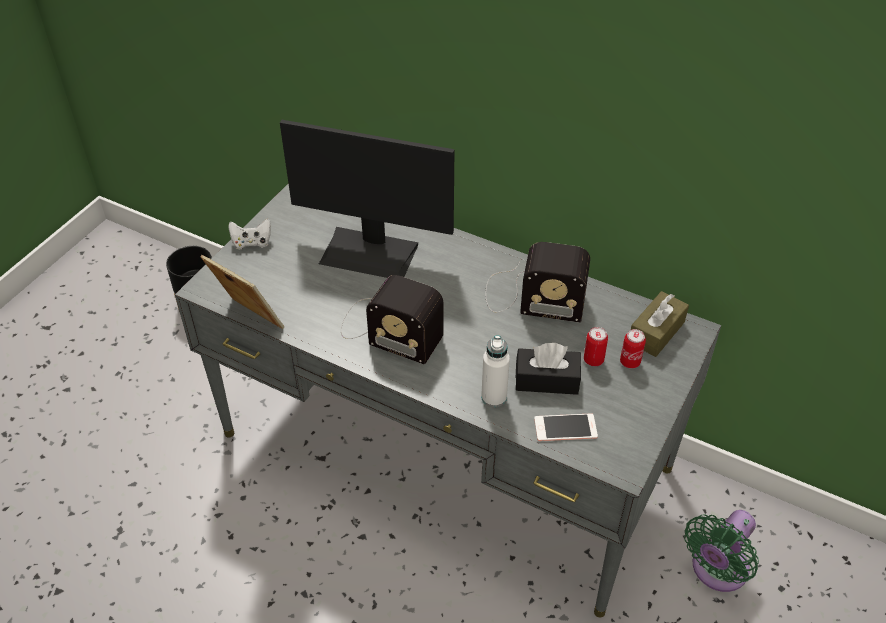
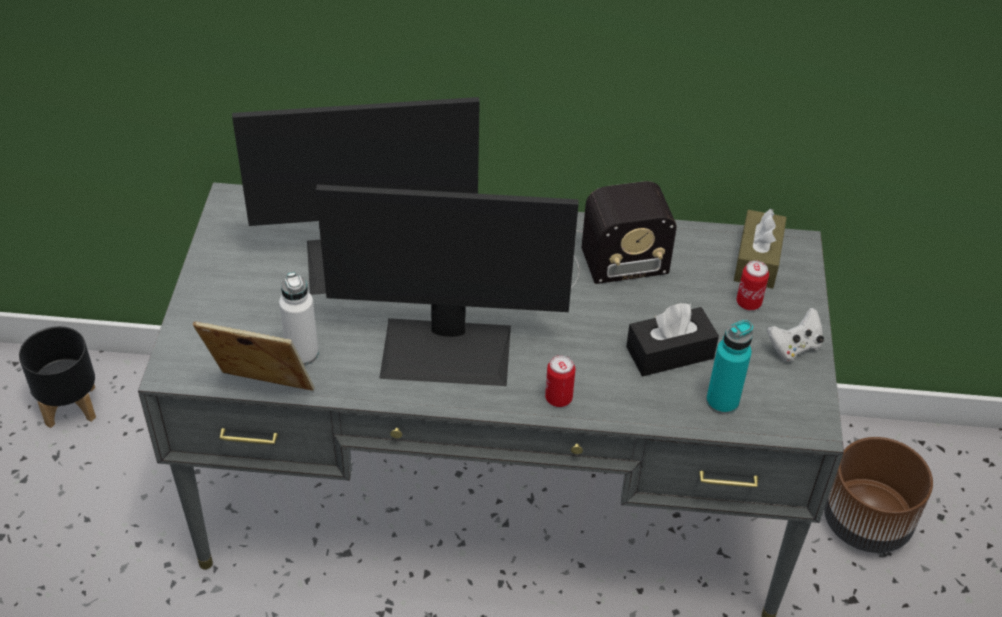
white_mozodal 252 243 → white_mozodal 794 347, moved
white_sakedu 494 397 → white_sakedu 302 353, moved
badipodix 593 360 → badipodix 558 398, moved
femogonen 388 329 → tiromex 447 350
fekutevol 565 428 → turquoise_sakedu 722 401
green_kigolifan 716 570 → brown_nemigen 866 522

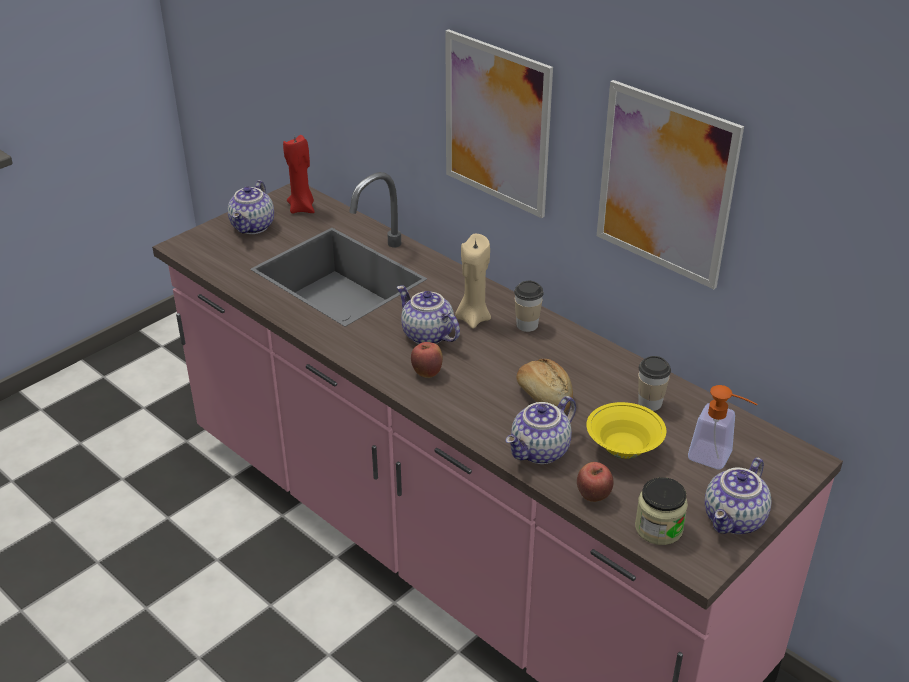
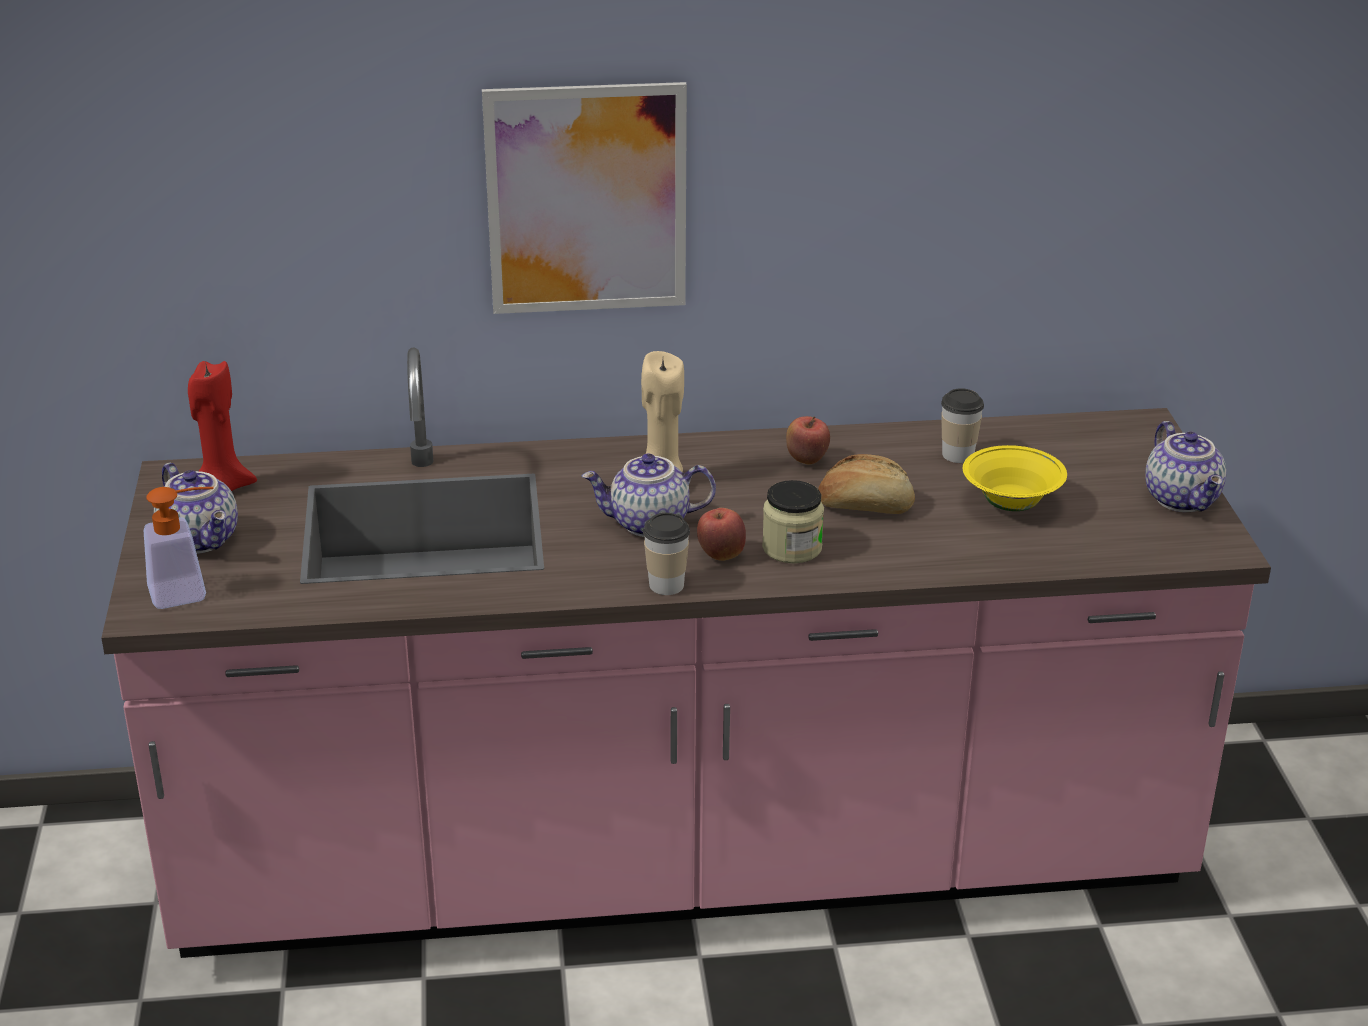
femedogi 540 452 → -
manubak 665 184 → -
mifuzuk 527 325 → mifuzuk 666 585, moved
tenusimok 593 496 → tenusimok 806 460, moved
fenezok 658 528 → fenezok 792 548, moved
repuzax 717 458 → repuzax 189 591, moved

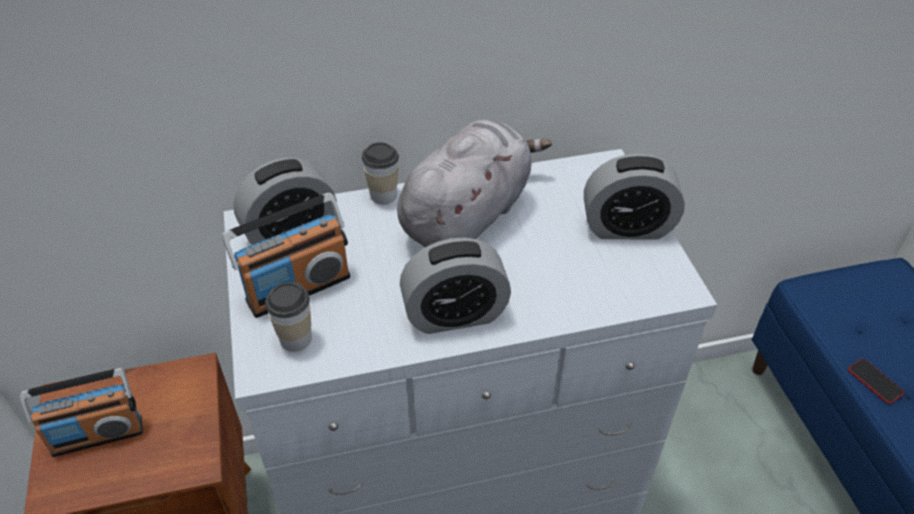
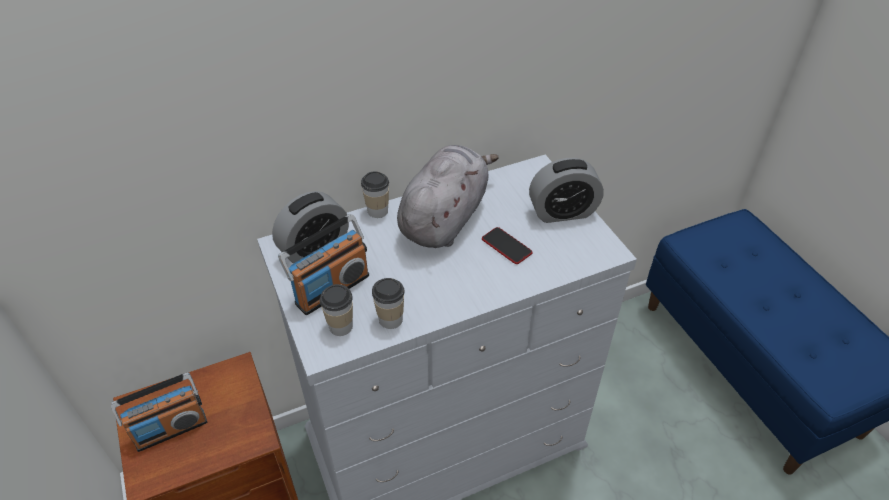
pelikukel 455 315 → -
- → mifuzuk 390 319
fekutevol 875 381 → fekutevol 506 246, moved

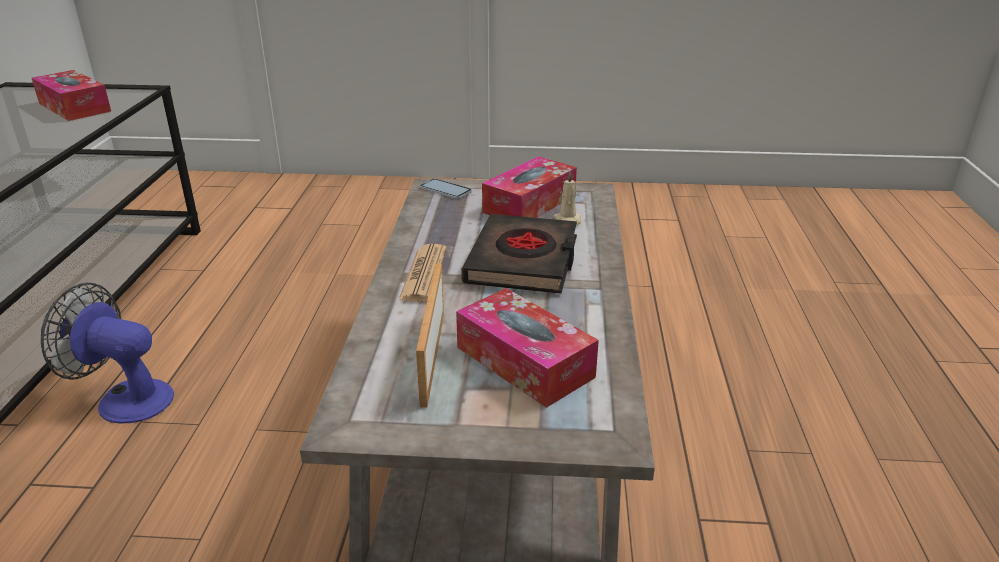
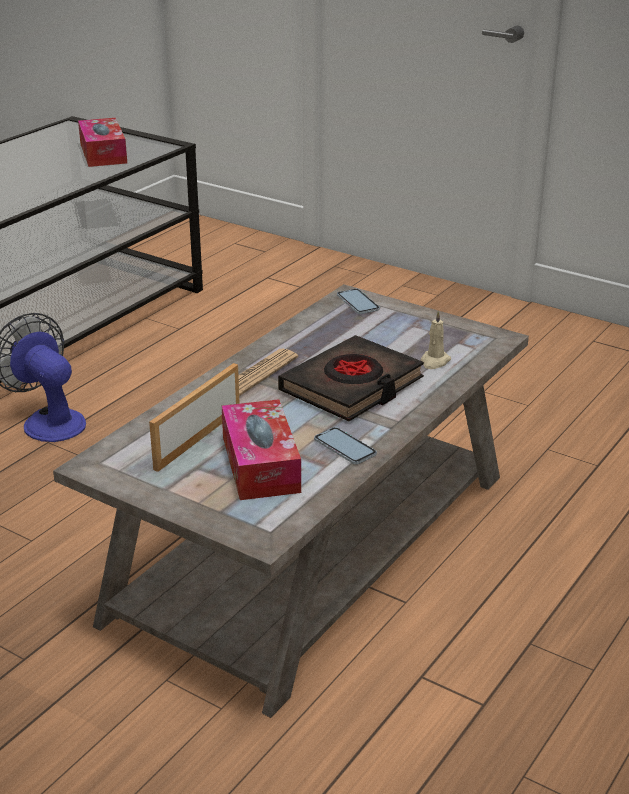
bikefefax 529 204 → -
- → fekutevol 345 447

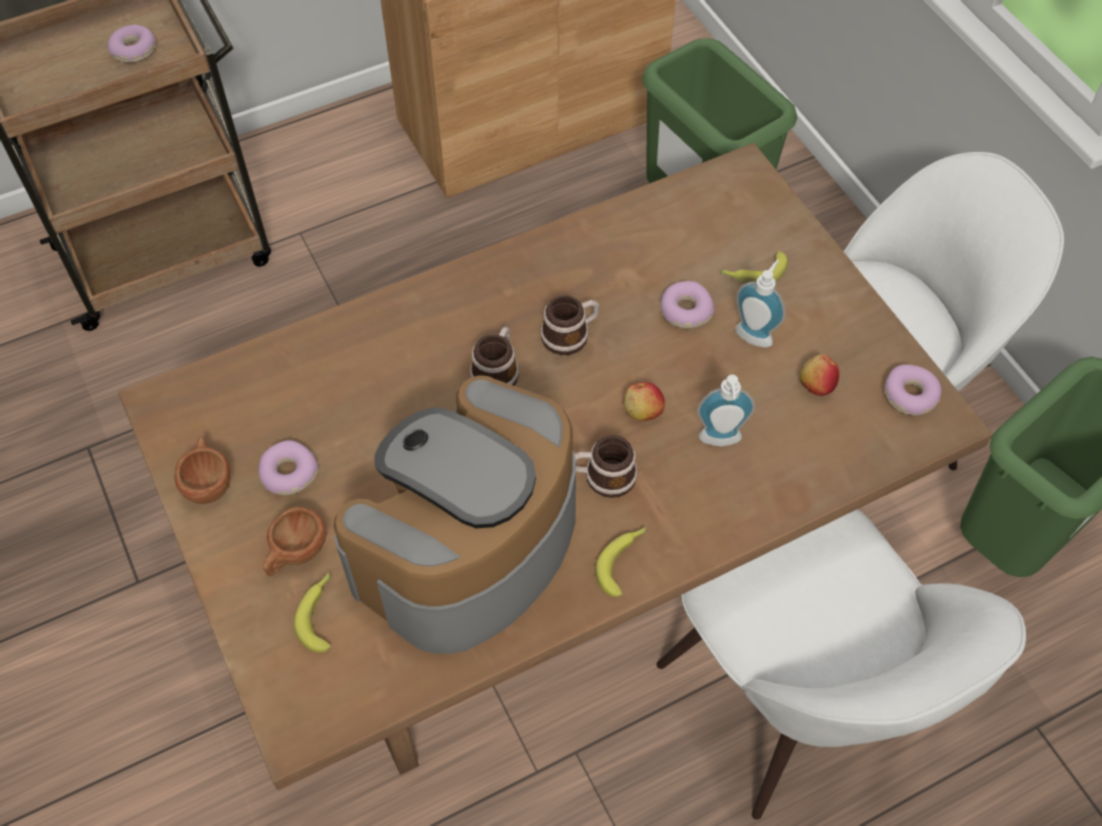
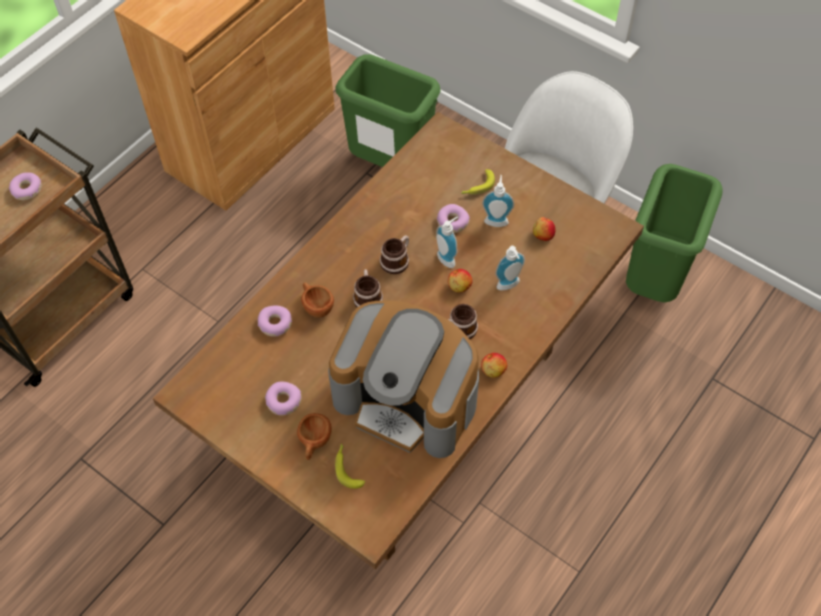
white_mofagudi 797 700 → -
- → repuzax 448 258
brown_mifuzuk 208 481 → brown_mifuzuk 316 306, moved
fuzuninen 910 396 → fuzuninen 275 324, moved
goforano 623 561 → tenusimok 493 370
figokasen 468 549 → figokasen 408 399, 75 degrees counterclockwise

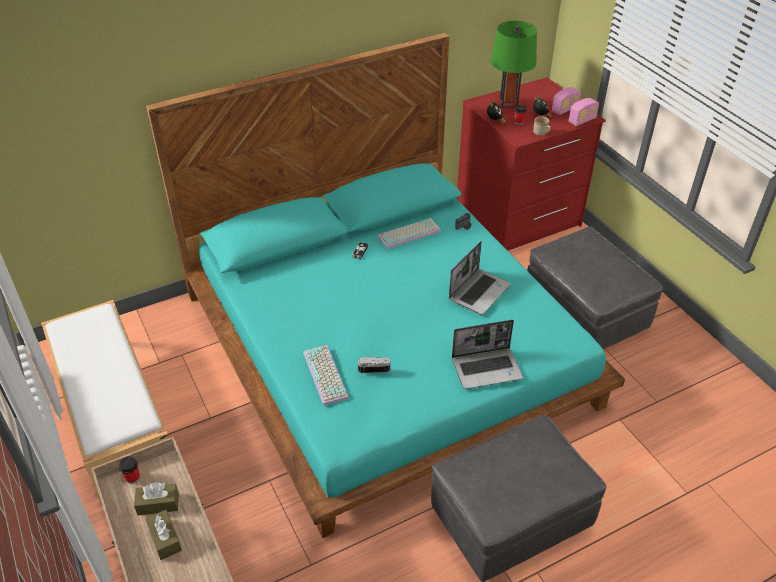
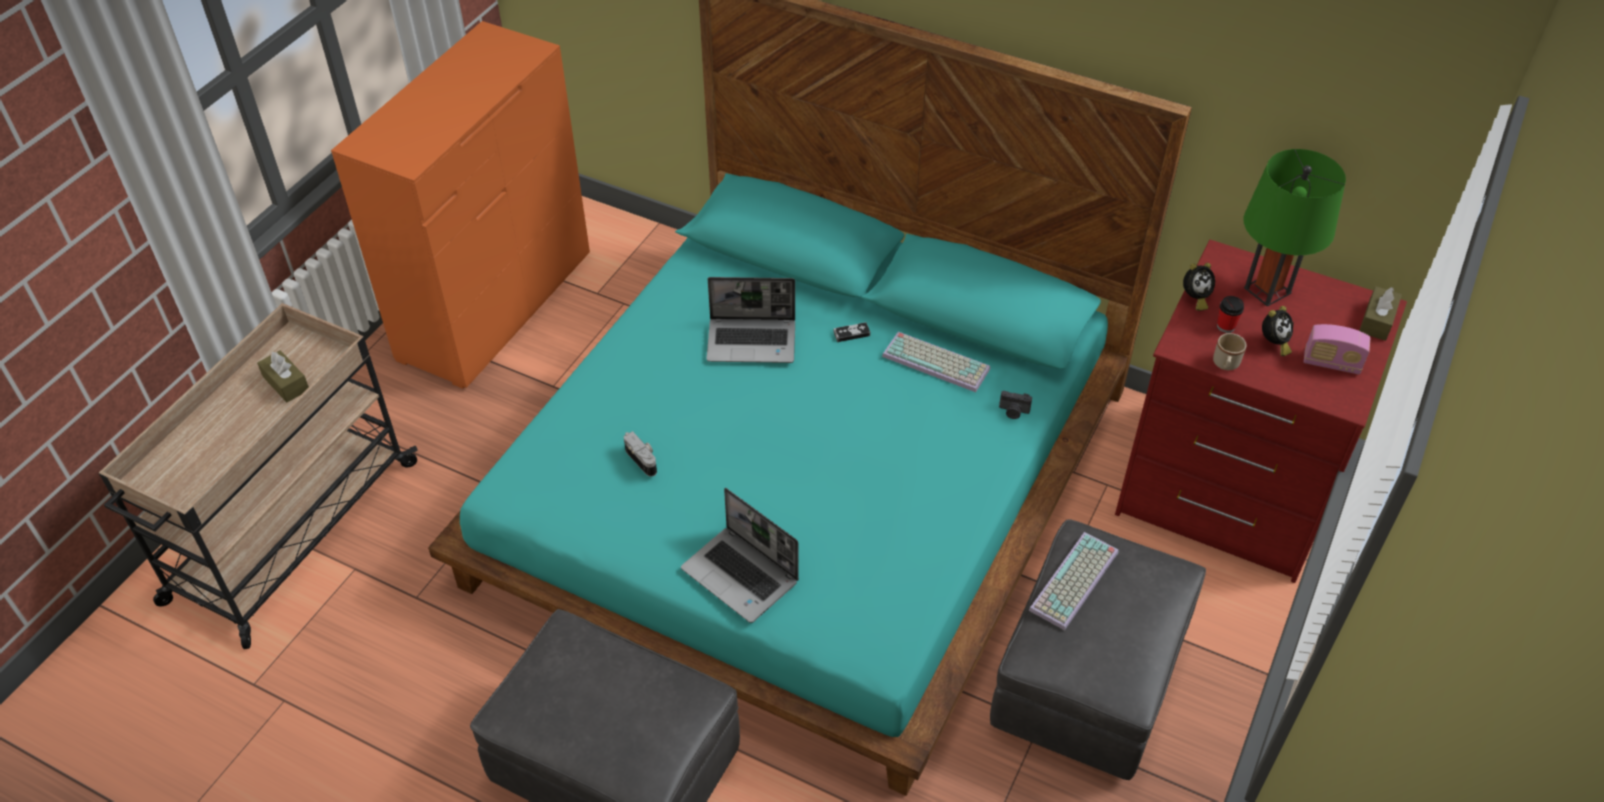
mifuzuk 132 477 → -
femogonen 582 120 → -
brown_bikefefax 165 539 → brown_bikefefax 1377 321, moved
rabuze 327 375 → rabuze 1075 583, moved
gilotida 479 292 → gilotida 752 341, moved
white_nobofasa 113 414 → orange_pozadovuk 495 306

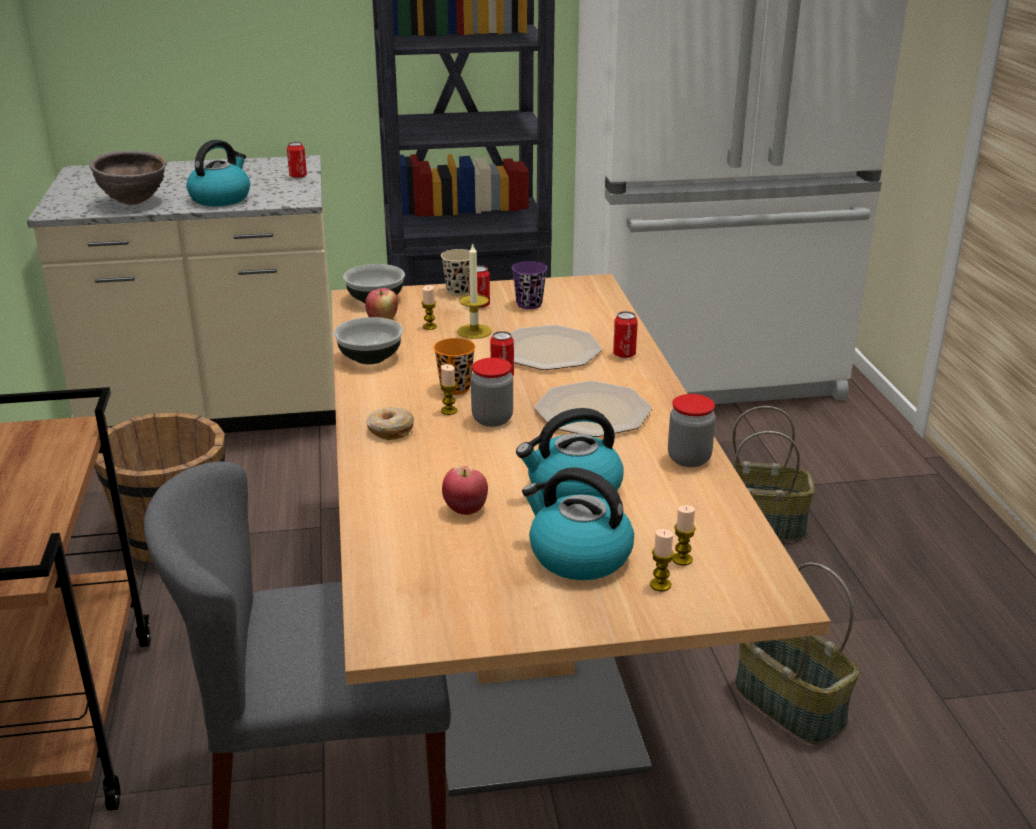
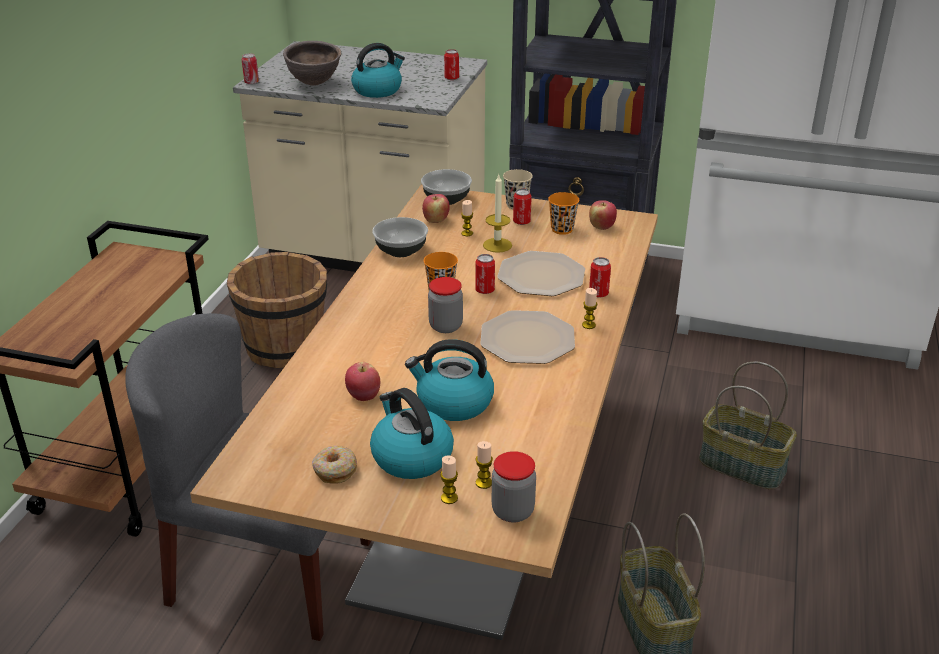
- → badipodix 251 82
- → tenusimok 601 227
fuzuninen 390 430 → fuzuninen 335 470, moved
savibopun 449 411 → savibopun 588 325, moved
fenezok 689 459 → fenezok 512 511, moved
purple_mifuzuk 529 304 → orange_mifuzuk 562 229

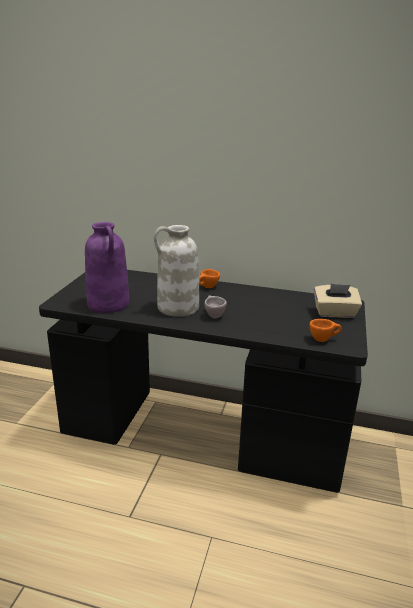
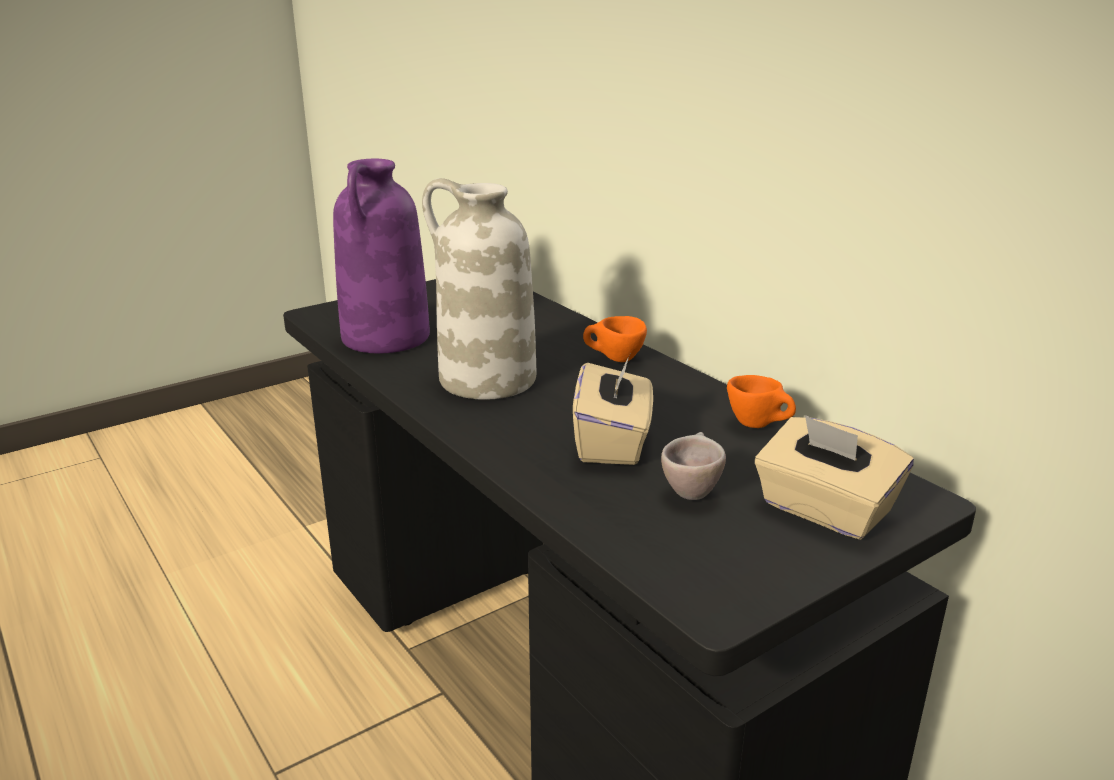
- → beige_bikefefax 613 442
beige_mifuzuk 213 315 → beige_mifuzuk 691 489, moved
orange_mifuzuk 323 339 → orange_mifuzuk 759 425, moved

